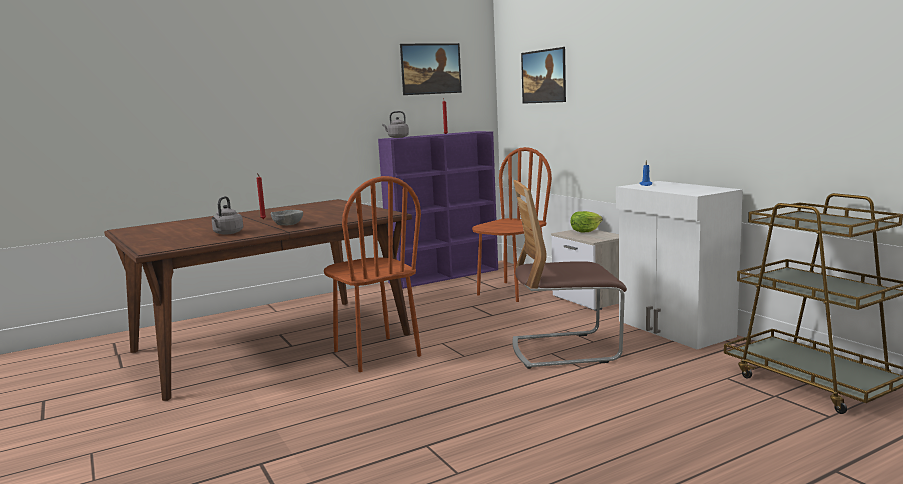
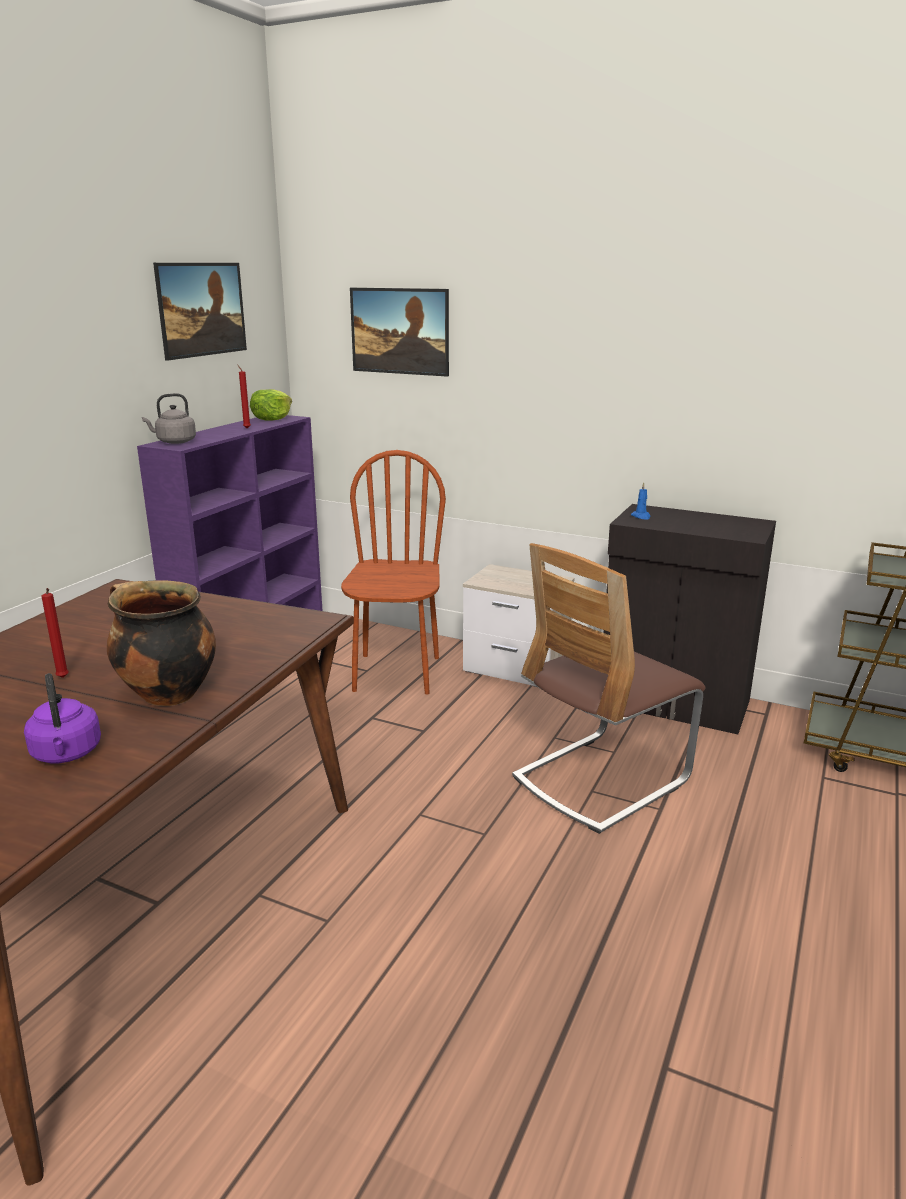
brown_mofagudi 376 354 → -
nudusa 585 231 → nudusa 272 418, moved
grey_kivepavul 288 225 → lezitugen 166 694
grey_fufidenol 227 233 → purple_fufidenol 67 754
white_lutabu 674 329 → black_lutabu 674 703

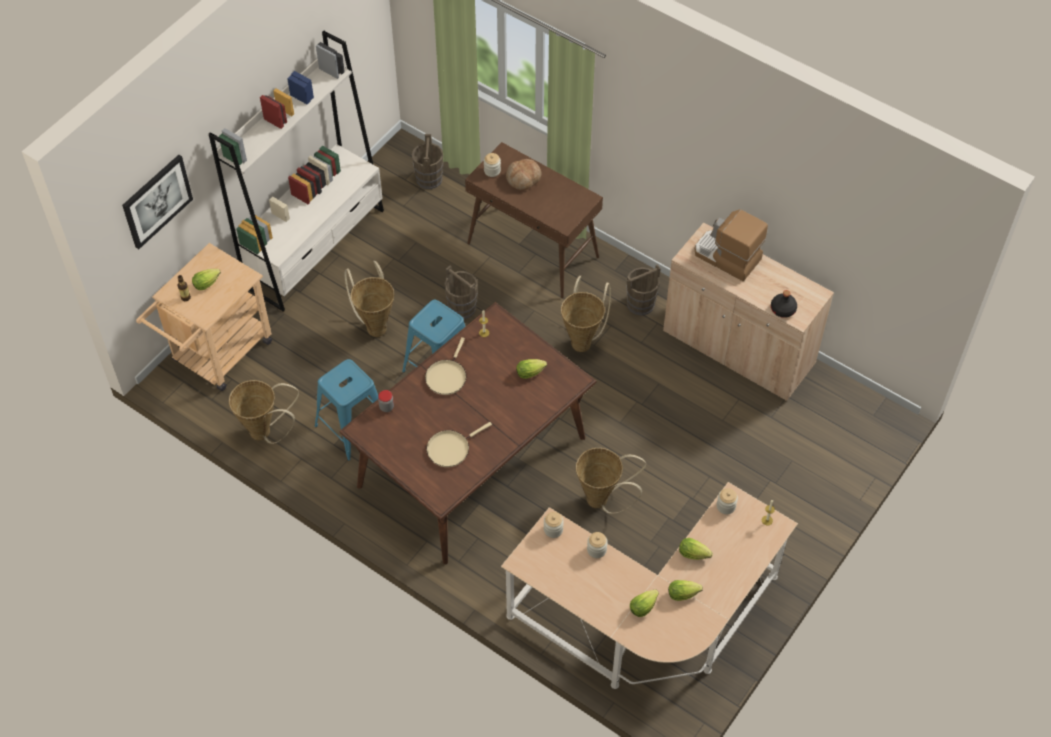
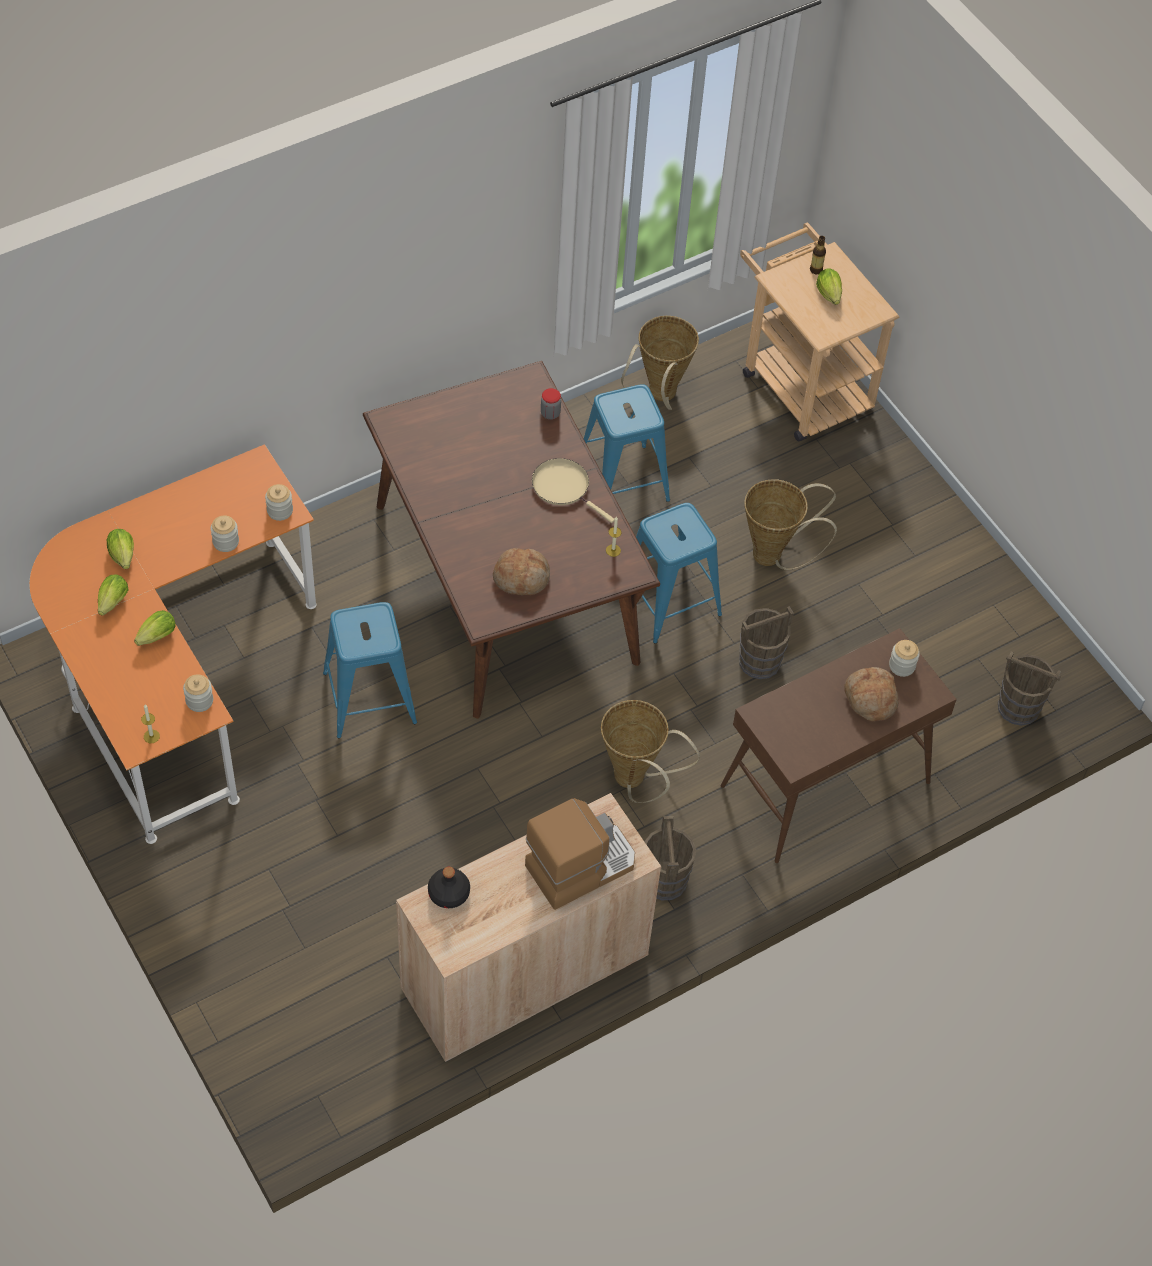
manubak 157 201 → -
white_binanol 315 248 → -
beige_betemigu 450 448 → -
nudusa 531 372 → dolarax 522 577
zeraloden 602 501 → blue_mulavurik 370 698
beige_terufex 649 624 → orange_terufex 173 675

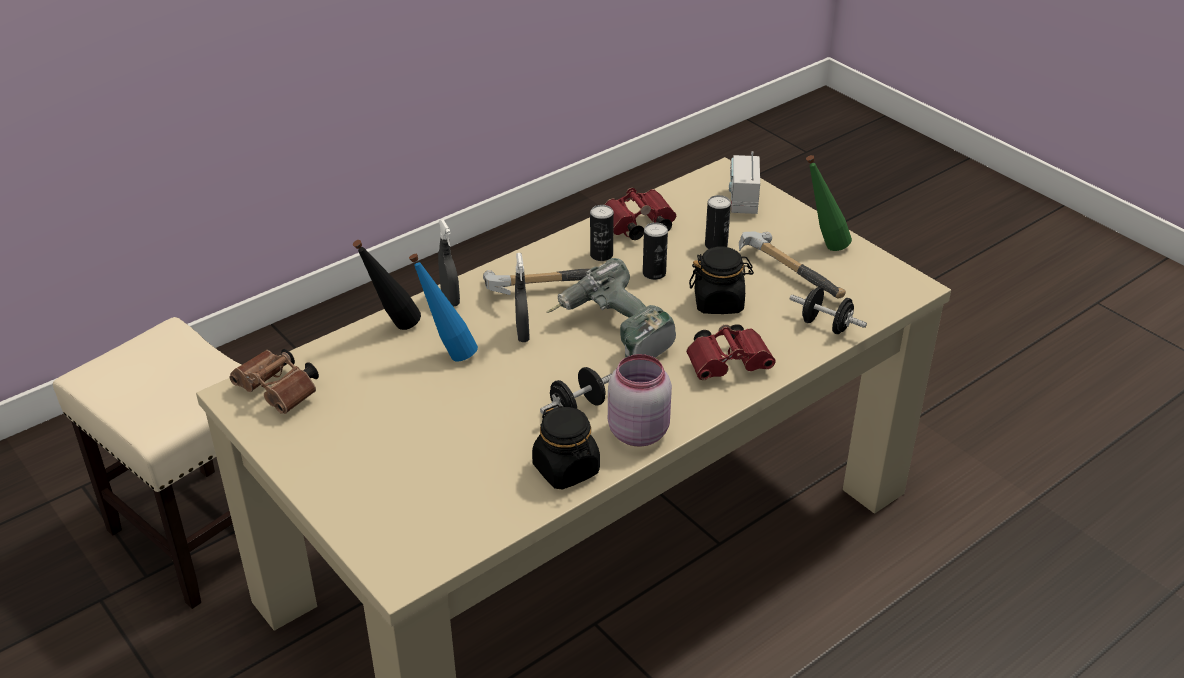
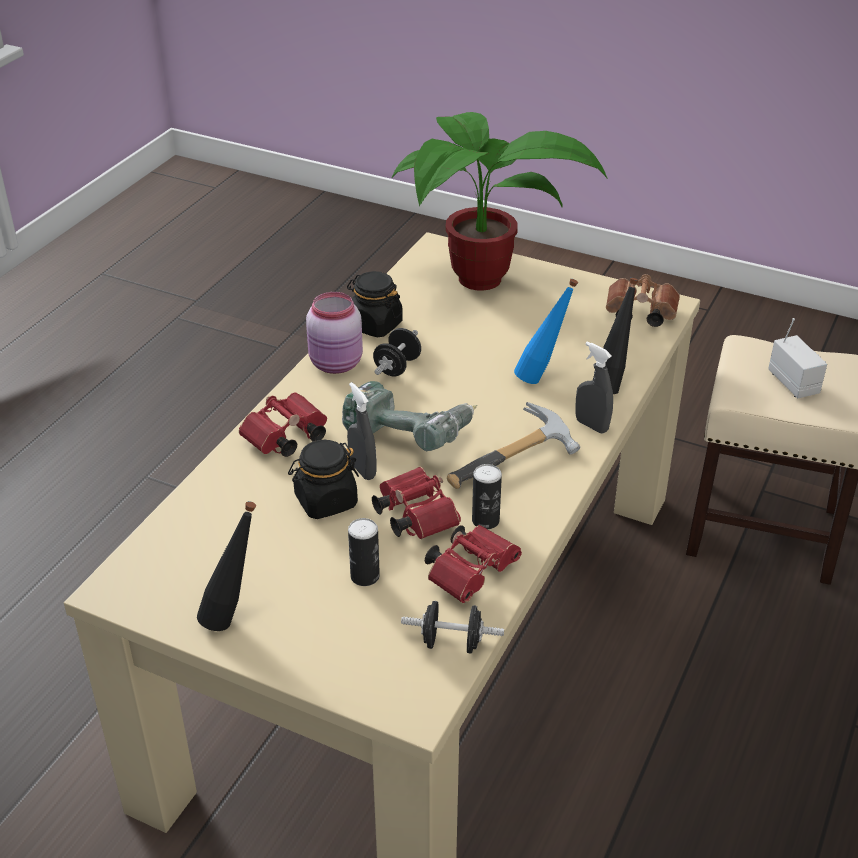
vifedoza 790 271 → -
- → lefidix 477 284
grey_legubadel 522 333 → grey_legubadel 362 470, moved
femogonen 743 201 → femogonen 793 383, moved
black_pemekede 825 325 → black_pemekede 452 643, moved
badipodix 654 273 → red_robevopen 413 515
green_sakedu 823 247 → black_sakedu 233 616

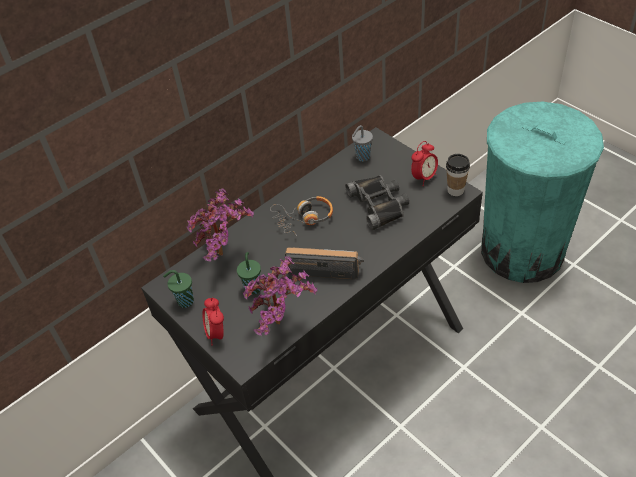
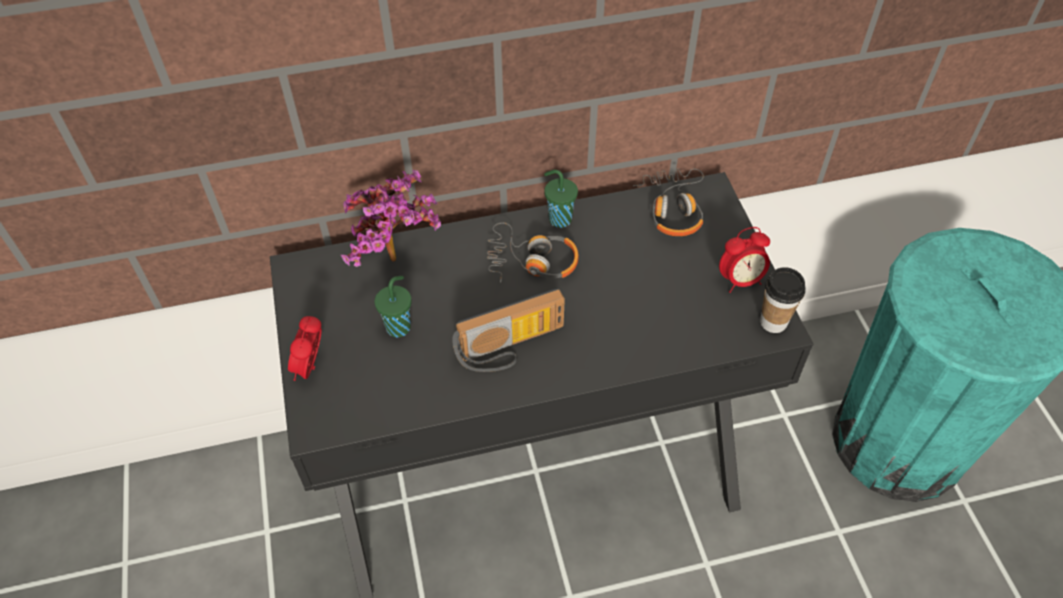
lefidix 283 324 → -
black_robevopen 379 204 → -
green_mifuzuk 184 301 → green_mifuzuk 558 219, moved
grey_mifuzuk 362 157 → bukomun 673 209
femogonen 326 268 → femogonen 512 348, 120 degrees clockwise

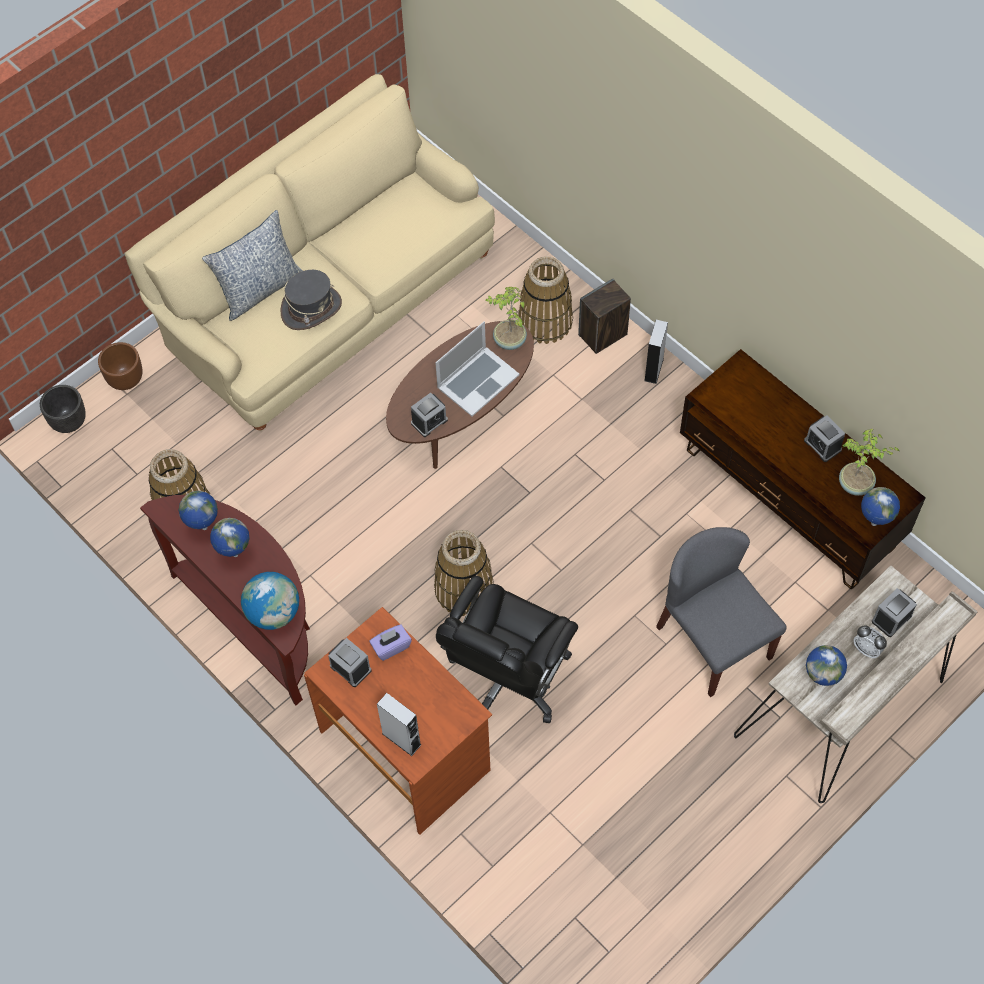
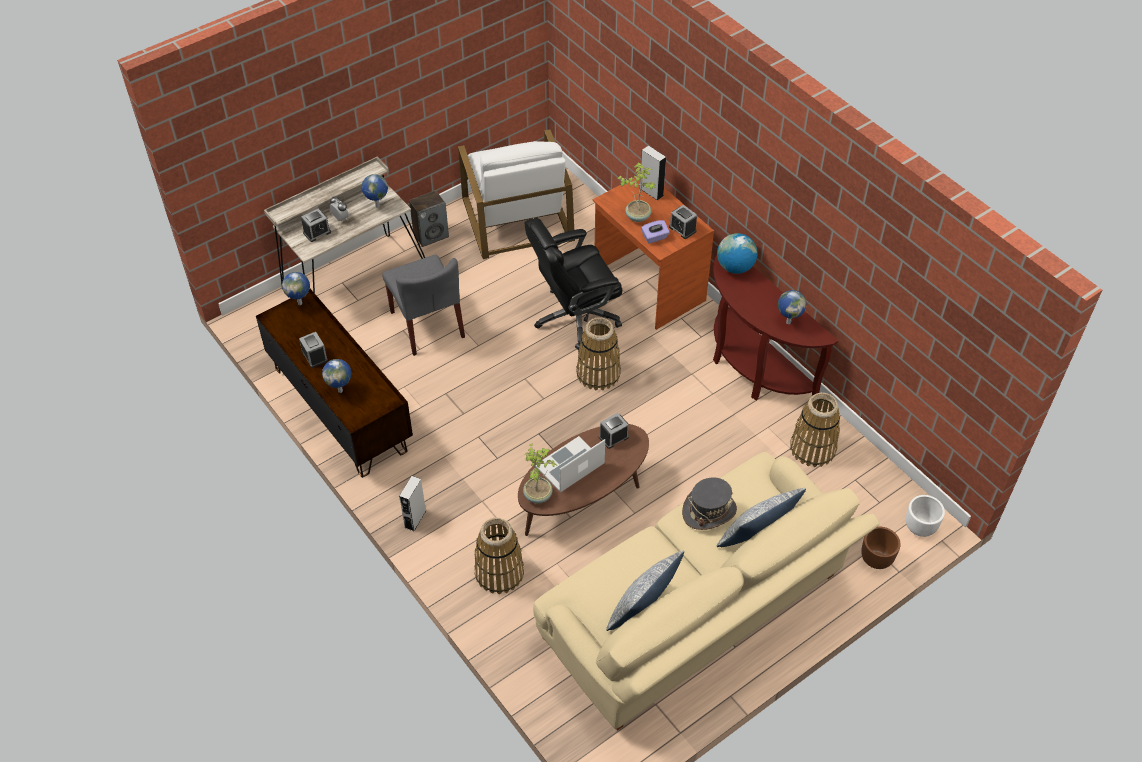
- → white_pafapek 516 218
- → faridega 642 609
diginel 234 554 → diginel 341 390, moved
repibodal 602 335 → repibodal 431 235, moved
lefidix 855 485 → lefidix 637 216, moved
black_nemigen 69 422 → white_nemigen 920 528
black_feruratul 507 678 → black_feruratul 575 317, 150 degrees counterclockwise

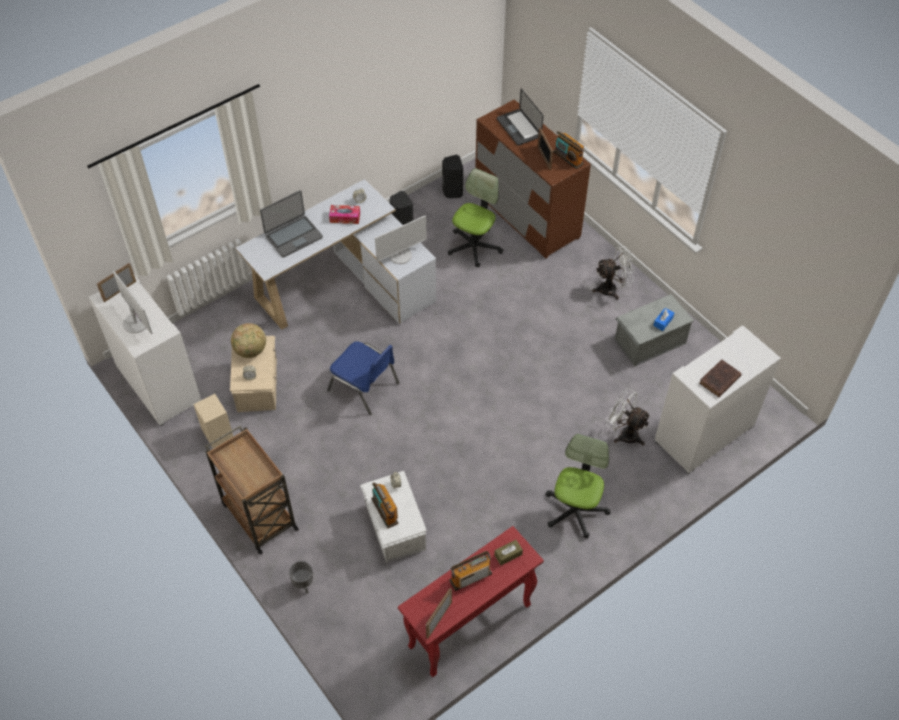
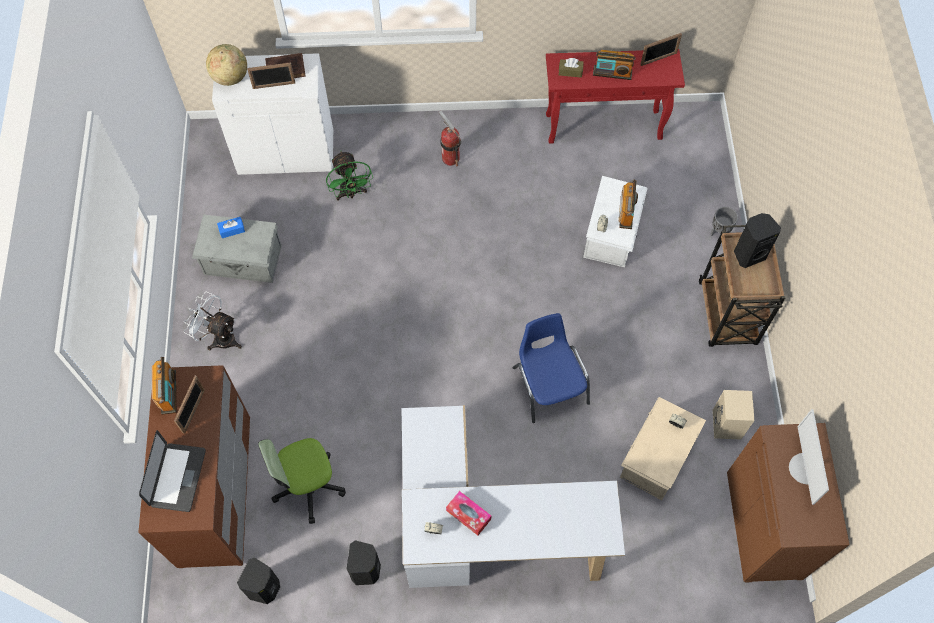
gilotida 293 236 → -
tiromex 400 255 → -
- → black_repibodal 748 254
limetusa 119 291 → limetusa 274 85, moved
diginel 251 351 → diginel 230 77, moved
feruratul 575 510 → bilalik 450 158
white_lutabu 157 384 → brown_lutabu 765 525
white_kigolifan 624 433 → green_kigolifan 351 193

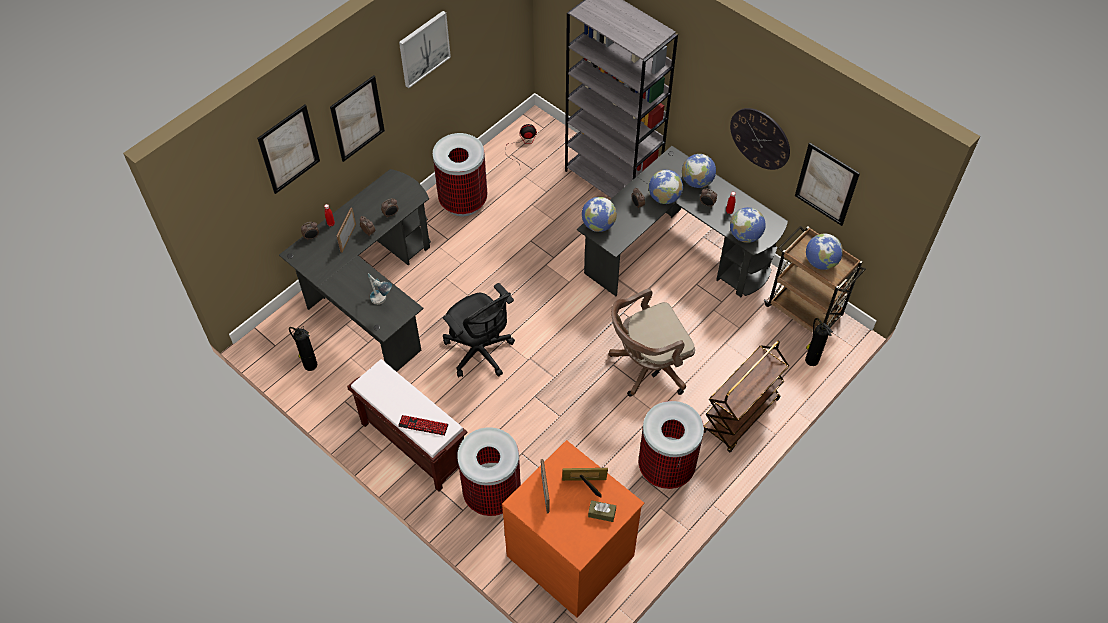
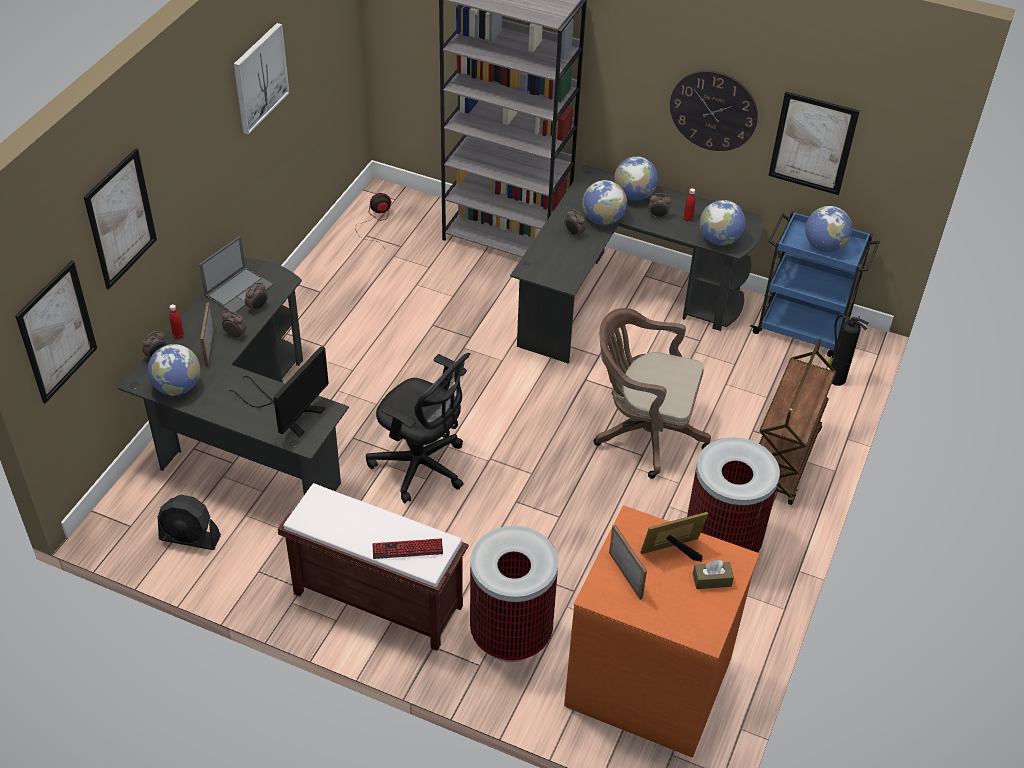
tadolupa 463 201 → -
- → gilotida 239 290
manubak 357 118 → manubak 57 332, moved
diginel 598 225 → diginel 177 387, moved
bilalik 309 364 → black_kigolifan 190 538
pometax 382 302 → tiromex 289 412
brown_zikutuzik 804 312 → blue_zikutuzik 802 329
brown_feruratul 647 366 → brown_feruratul 644 432, 60 degrees clockwise

